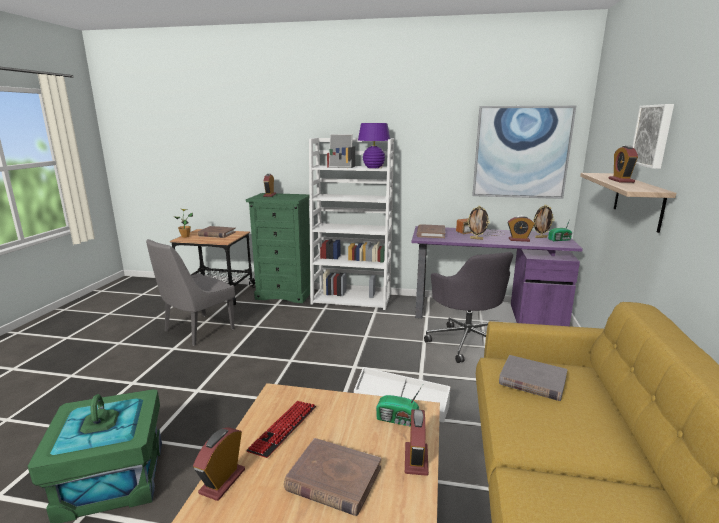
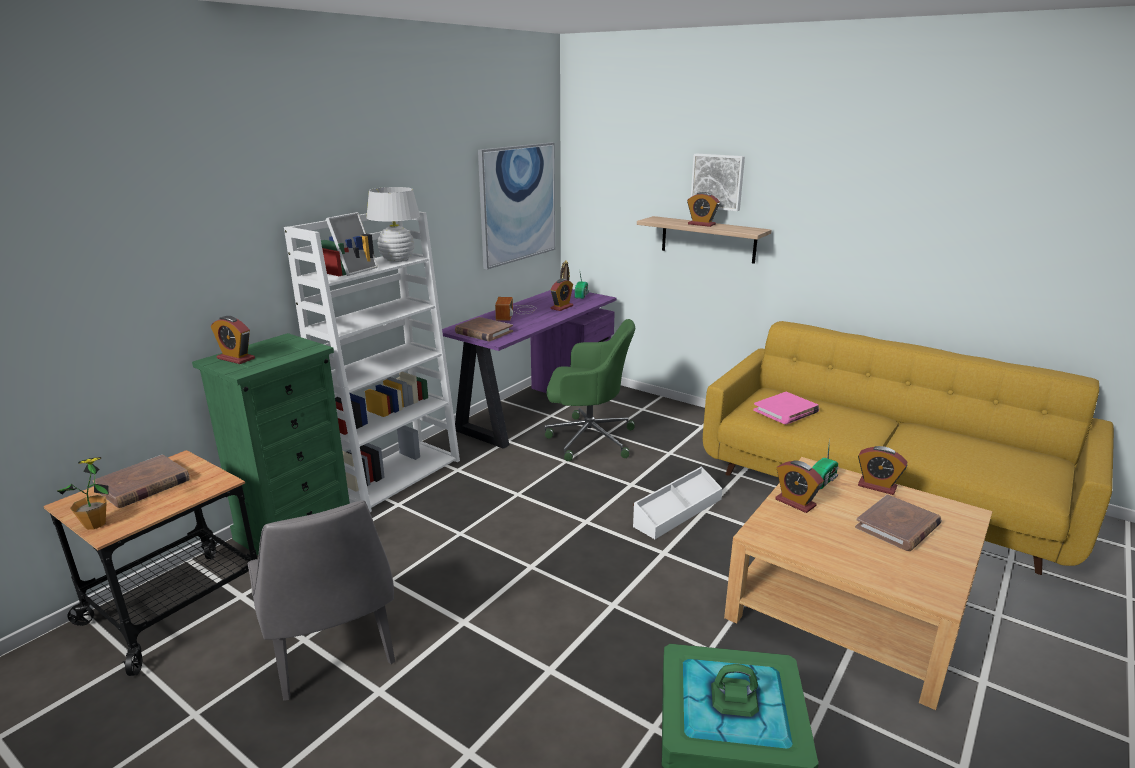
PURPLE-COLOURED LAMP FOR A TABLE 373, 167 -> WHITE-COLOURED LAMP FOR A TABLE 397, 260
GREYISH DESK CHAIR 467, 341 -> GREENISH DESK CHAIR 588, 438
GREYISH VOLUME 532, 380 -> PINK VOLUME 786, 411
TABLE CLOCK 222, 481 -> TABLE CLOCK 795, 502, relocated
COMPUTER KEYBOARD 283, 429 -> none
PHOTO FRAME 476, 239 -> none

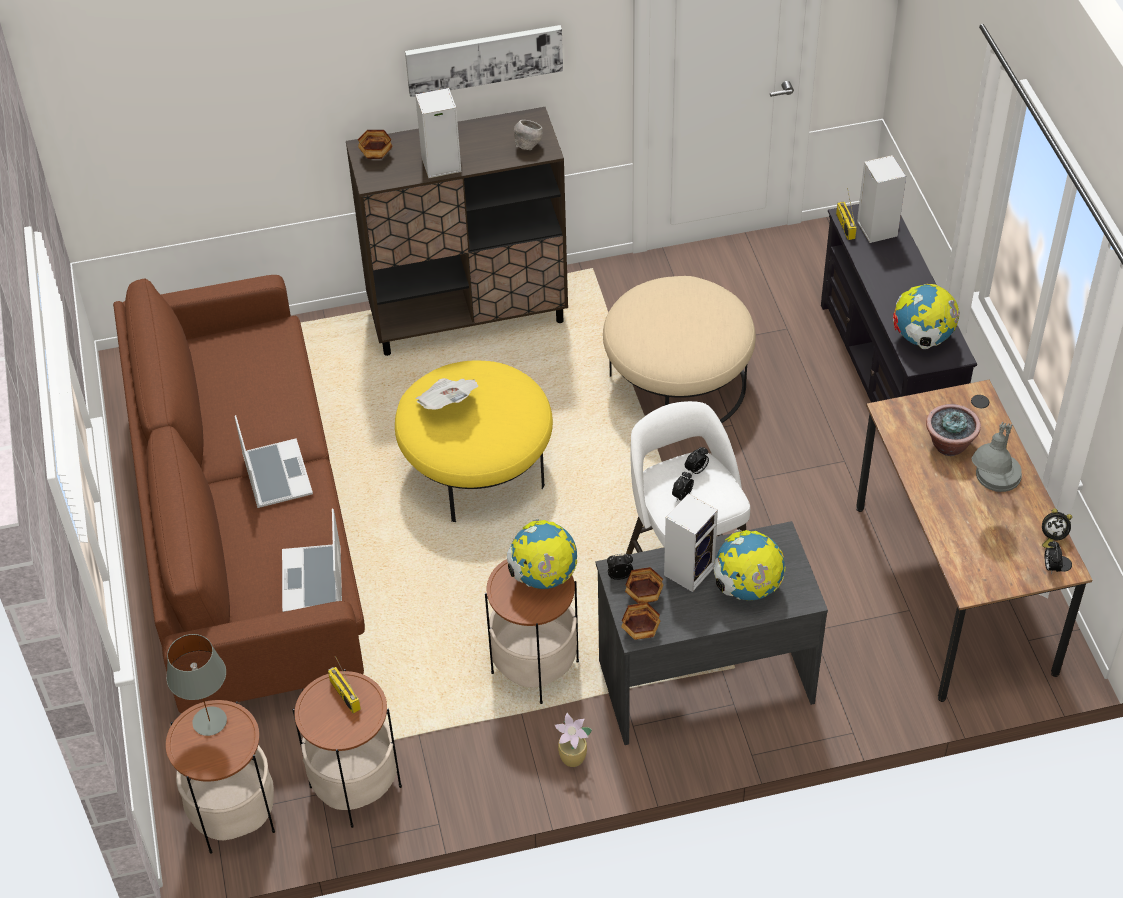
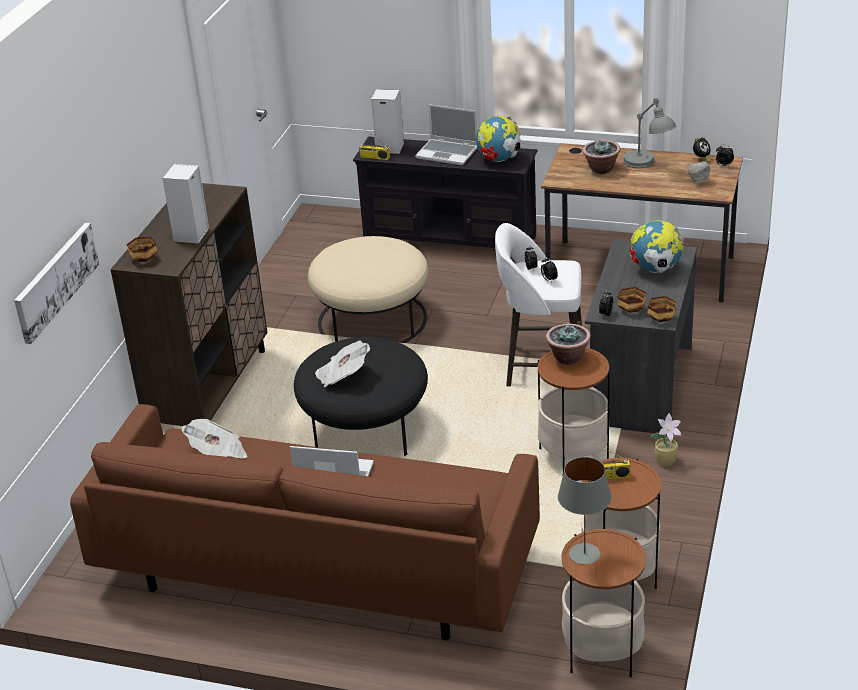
WALL ART 484, 58 -> WALL ART 55, 281, relocated
none -> NEWSPAPER 218, 453
YELLOW-COLOURED FOOTREST 477, 469 -> BLACKISH FOOTREST 365, 430
PORTABLE COMPUTER 314, 581 -> PORTABLE COMPUTER 448, 153, relocated
GLOBE 543, 576 -> POTTED PLANT 568, 358
GREYISH SERVING BOWL 528, 146 -> GREYISH SERVING BOWL 698, 182, relocated
SPEAKER 689, 569 -> none

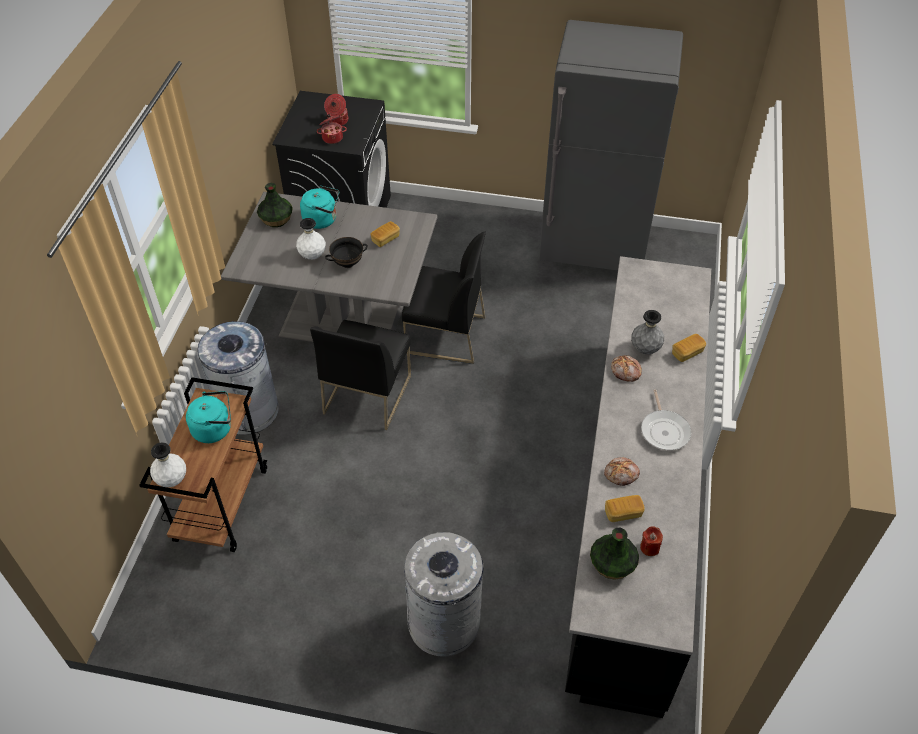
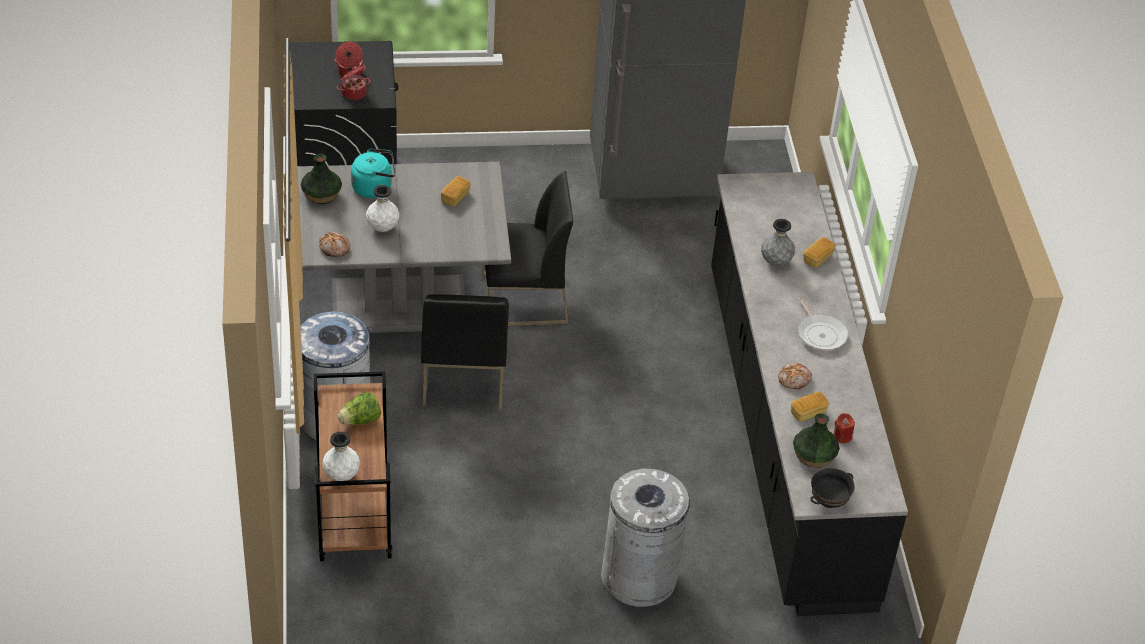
BREAD 625, 372 -> BREAD 334, 248, relocated
TURQUOISE WATER KETTLE 214, 429 -> LETTUCE 360, 420
BLACKISH SERVING BOWL 347, 263 -> BLACKISH SERVING BOWL 828, 501, relocated

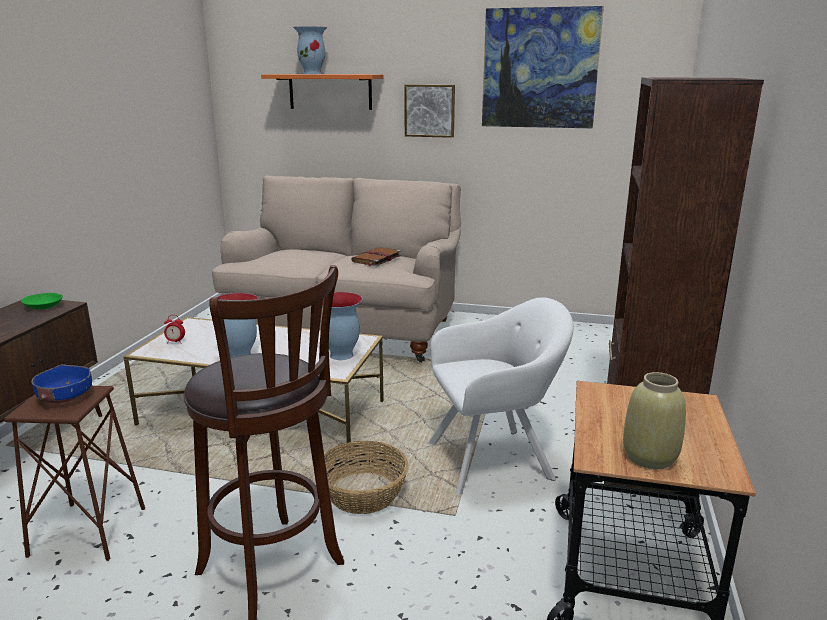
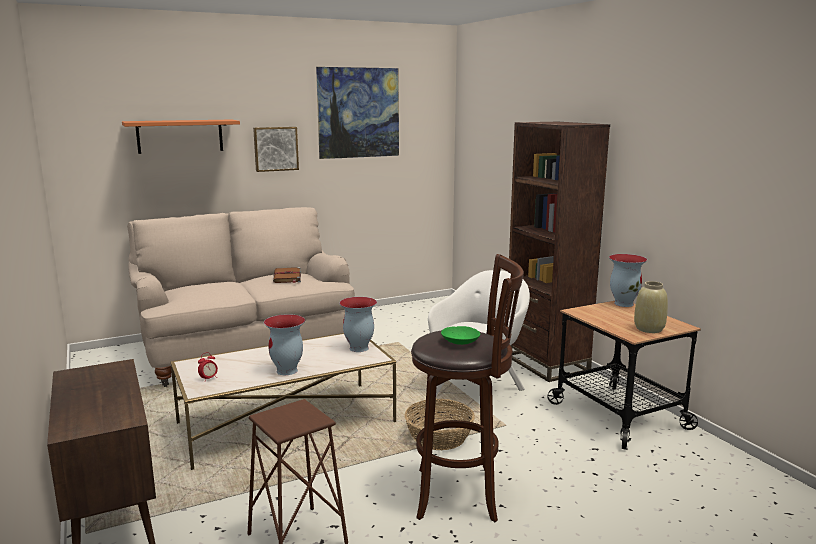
GREENISH SERVING BOWL 44, 307 -> GREENISH SERVING BOWL 460, 341, relocated
DECORATIVE VASE 313, 74 -> DECORATIVE VASE 623, 303, relocated
BLUE SERVING BOWL 65, 398 -> none

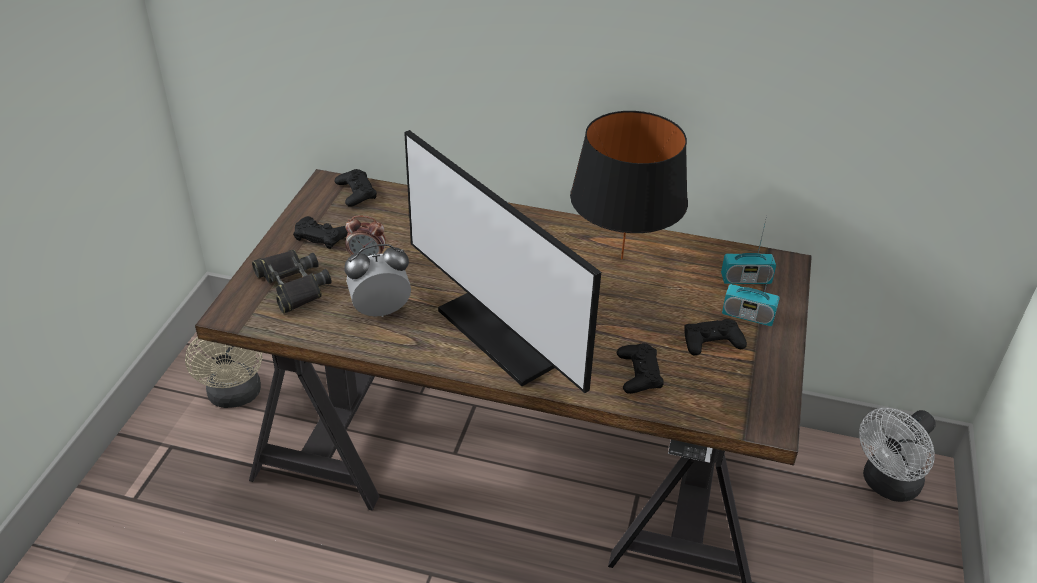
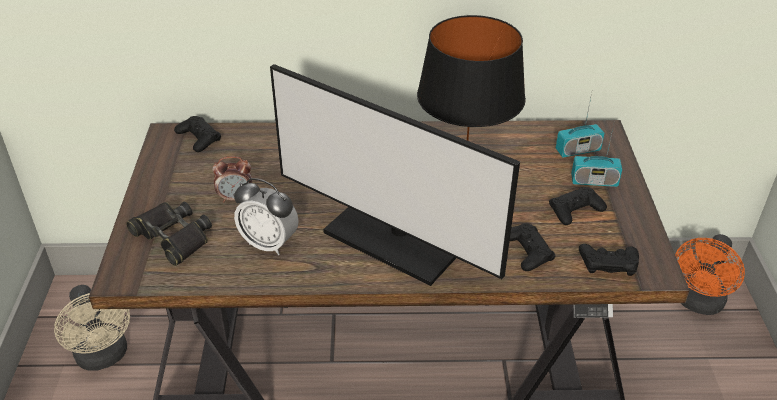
TABLE CLOCK 381, 310 -> TABLE CLOCK 269, 243, 120 degrees counterclockwise
BLACKISH GAMEPAD 321, 236 -> BLACKISH GAMEPAD 608, 263, relocated
WHITE-COLOURED COOLING FAN 886, 485 -> ORANGE-COLOURED COOLING FAN 697, 303

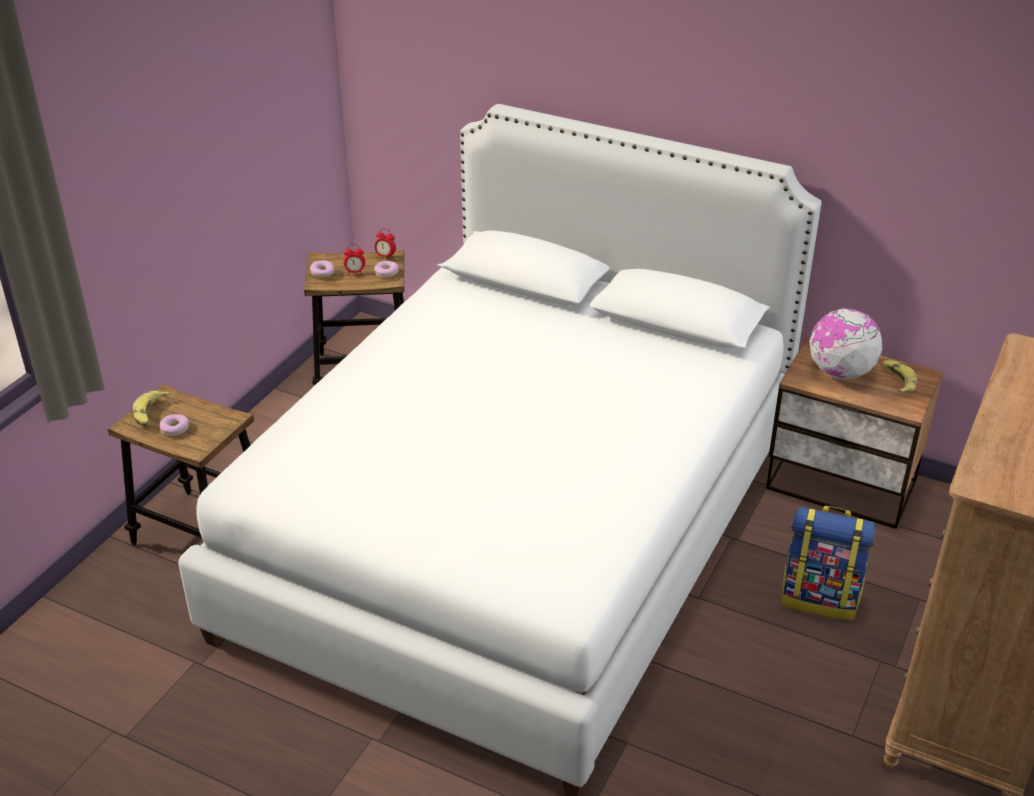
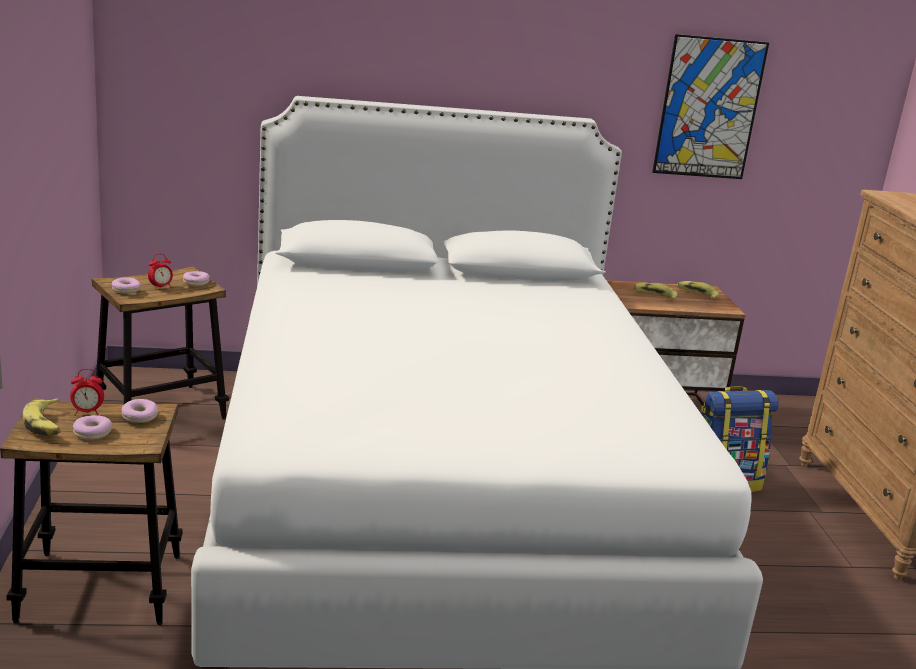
TABLE CLOCK 385, 257 -> TABLE CLOCK 87, 413, relocated
none -> RING DOUGHNUT 139, 416
GLOBE 840, 372 -> WHOLE BANANA 654, 296
none -> WALL ART 709, 108

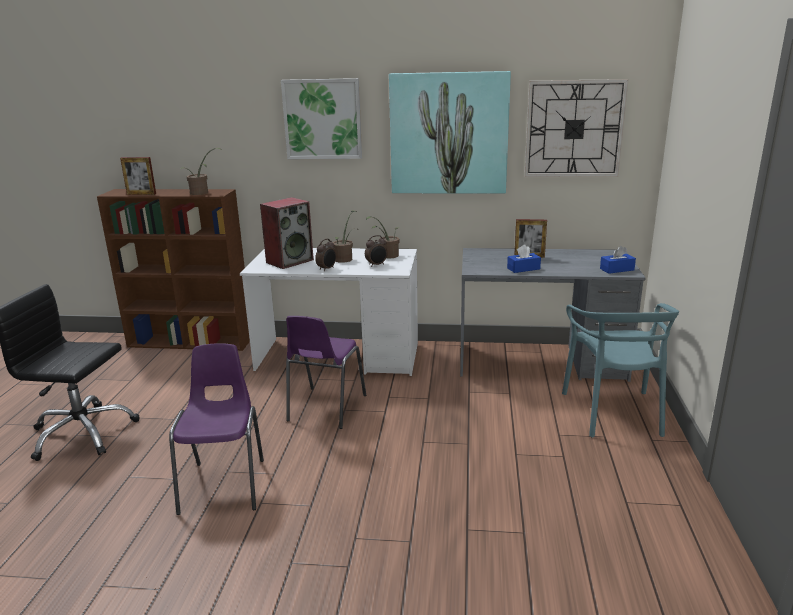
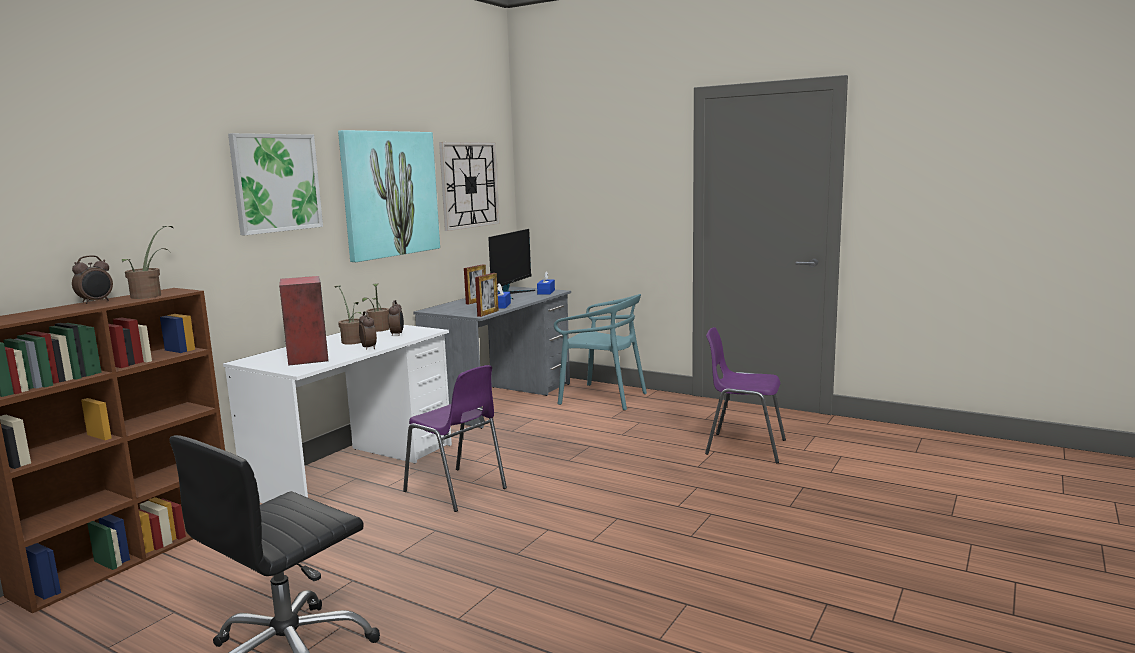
none -> TABLE CLOCK 96, 302
PHOTO FRAME 141, 194 -> PHOTO FRAME 488, 313, relocated
none -> COMPUTER SCREEN 510, 294
PURPLE-COLOURED CHAIR 225, 484 -> PURPLE-COLOURED CHAIR 743, 447, relocated

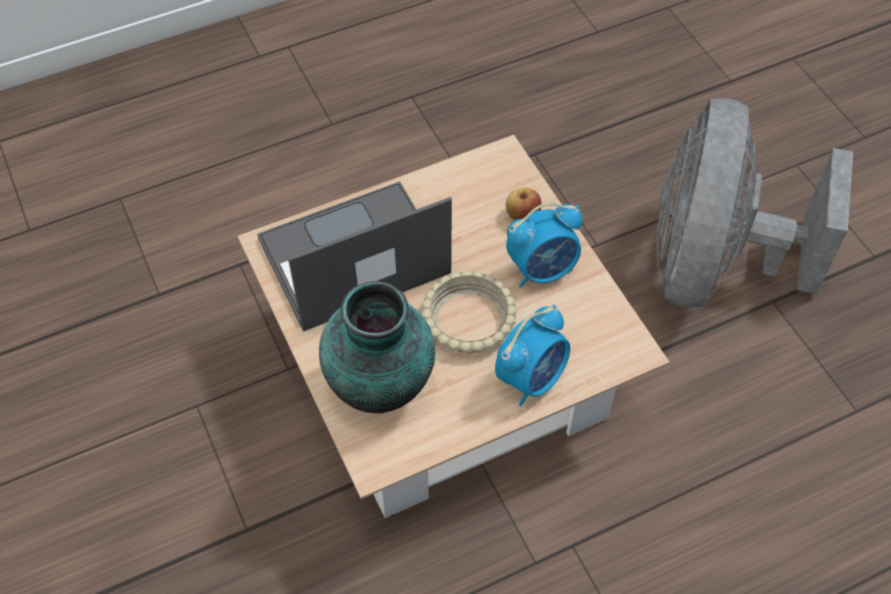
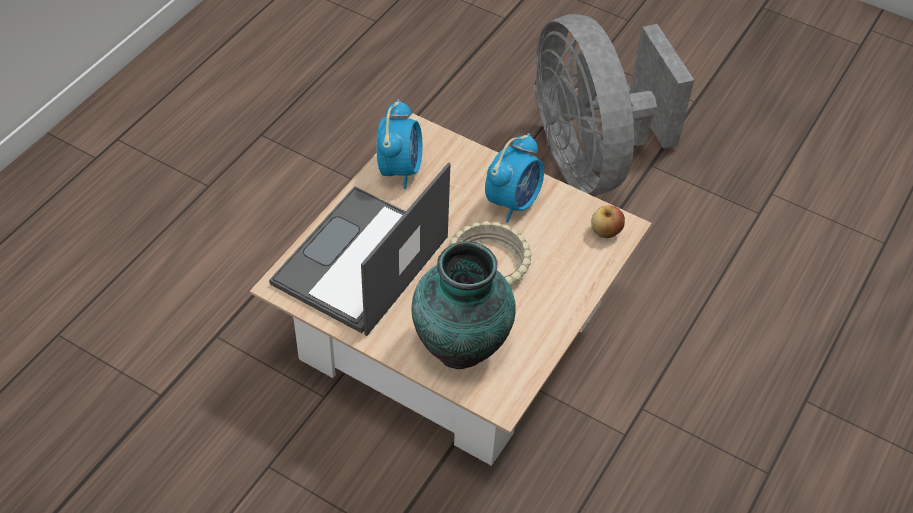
TABLE CLOCK 531, 378 -> TABLE CLOCK 400, 169, relocated
APPLE FRUIT 522, 215 -> APPLE FRUIT 605, 231, relocated

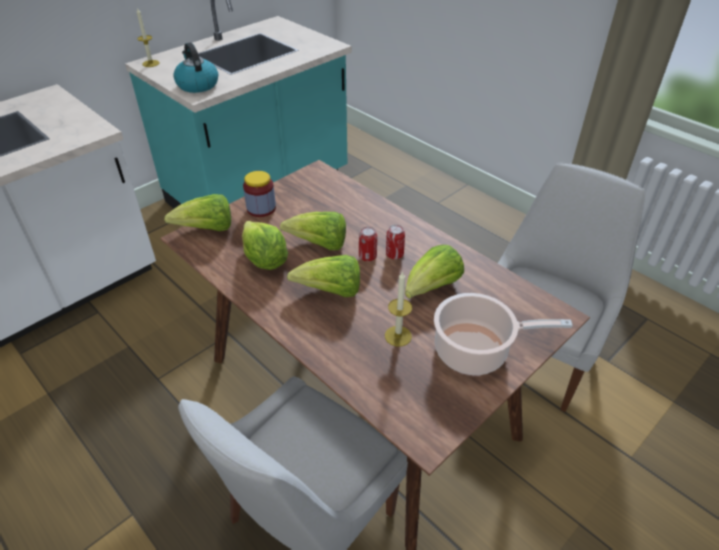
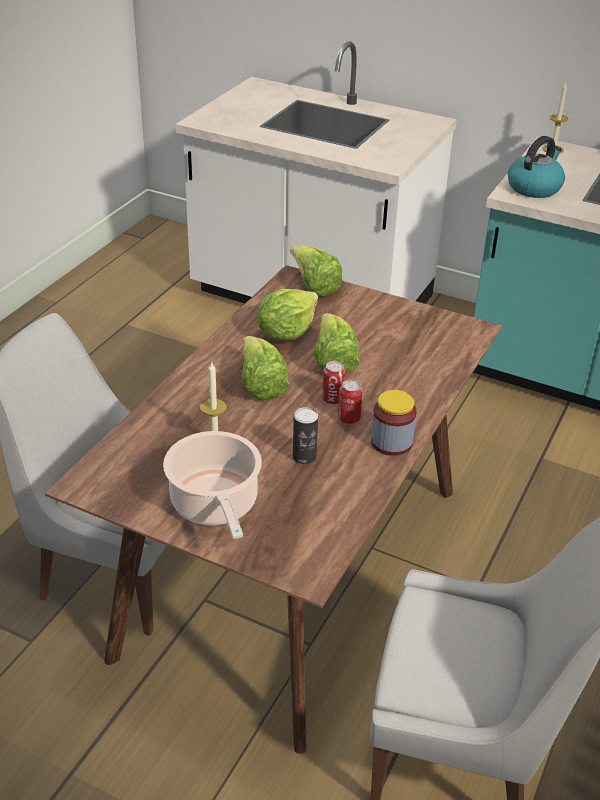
LETTUCE 432, 288 -> METAL CAN 304, 457
STORAGE JAR 261, 208 -> STORAGE JAR 391, 442, relocated

